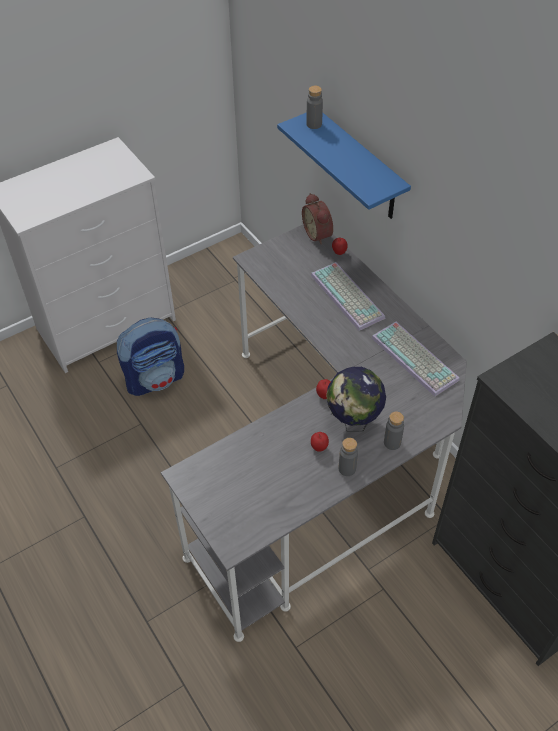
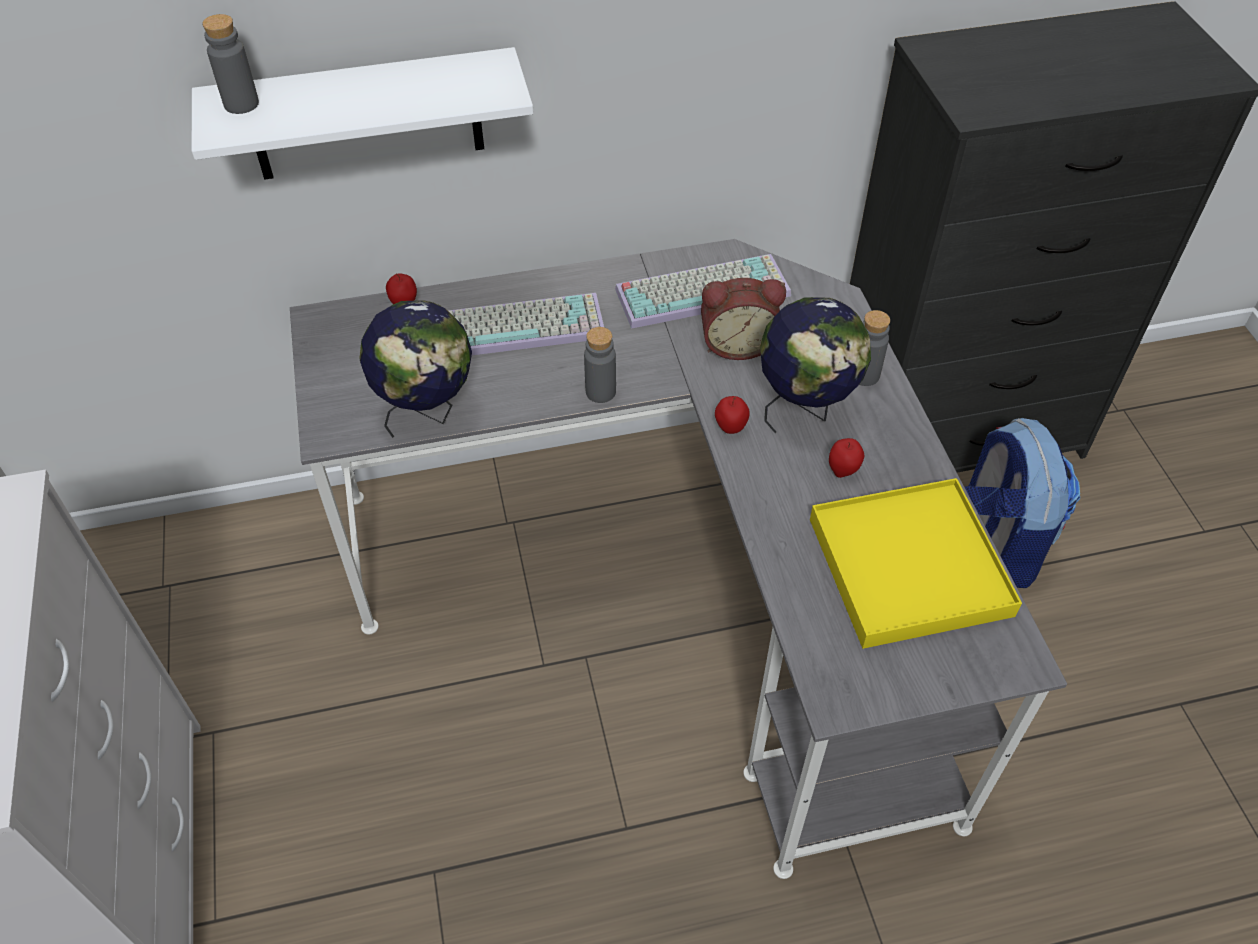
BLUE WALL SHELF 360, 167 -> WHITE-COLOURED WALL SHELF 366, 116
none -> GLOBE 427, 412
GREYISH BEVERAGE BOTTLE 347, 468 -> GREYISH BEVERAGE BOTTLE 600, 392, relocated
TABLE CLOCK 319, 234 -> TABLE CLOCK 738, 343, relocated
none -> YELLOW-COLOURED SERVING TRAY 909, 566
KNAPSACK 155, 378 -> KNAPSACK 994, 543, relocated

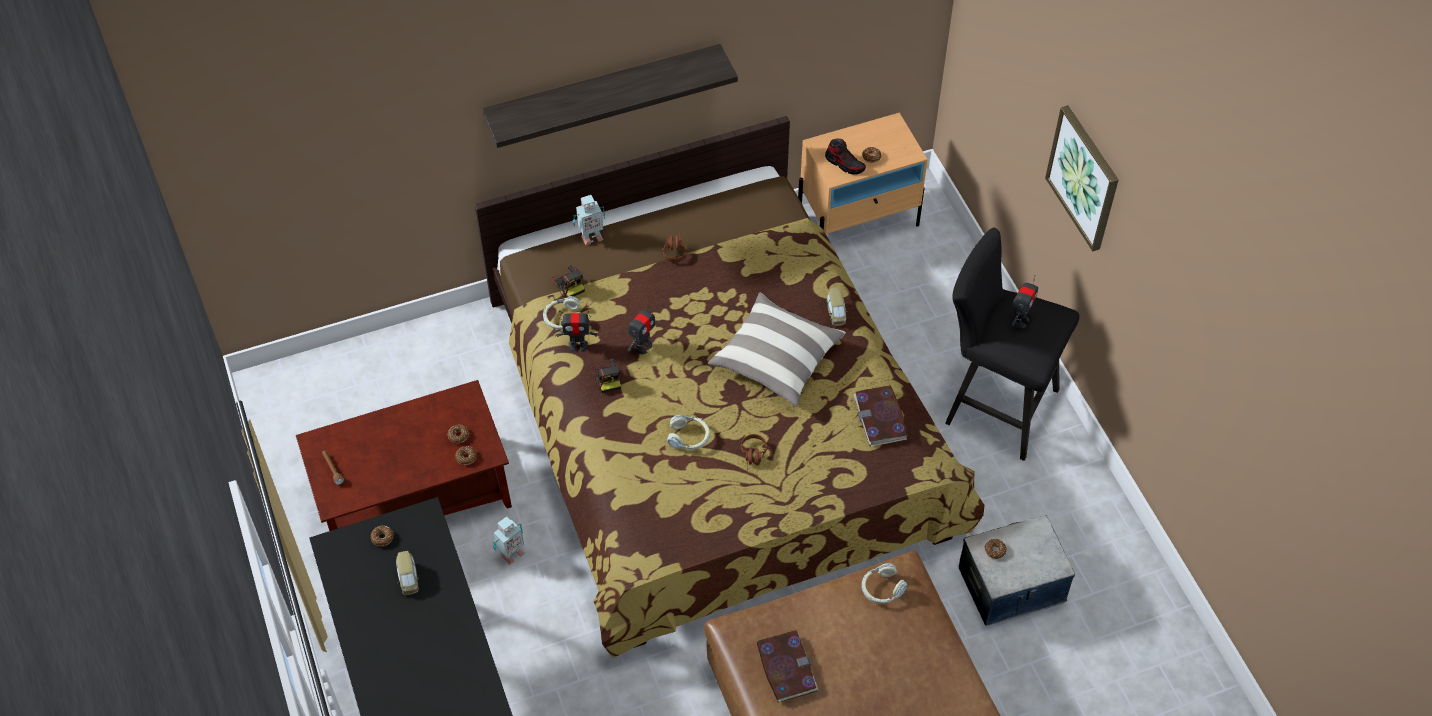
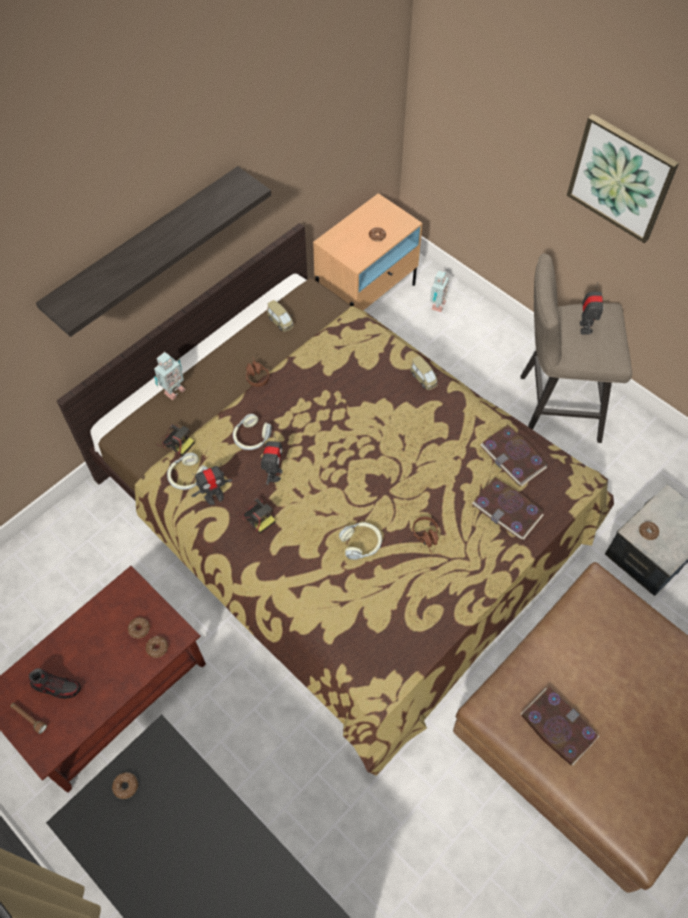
LOW SHOE 845, 164 -> LOW SHOE 56, 686, relocated
HEADSET 882, 589 -> HEADSET 251, 437, relocated
MODEL CAR 408, 579 -> MODEL CAR 280, 321, relocated
MODEL ROBOT 511, 554 -> MODEL ROBOT 436, 305, relocated
none -> VOLUME 507, 510
BLACKISH STOOL SEAT 993, 405 -> BEIGE-COLOURED STOOL SEAT 552, 406
CUSHION 776, 359 -> none

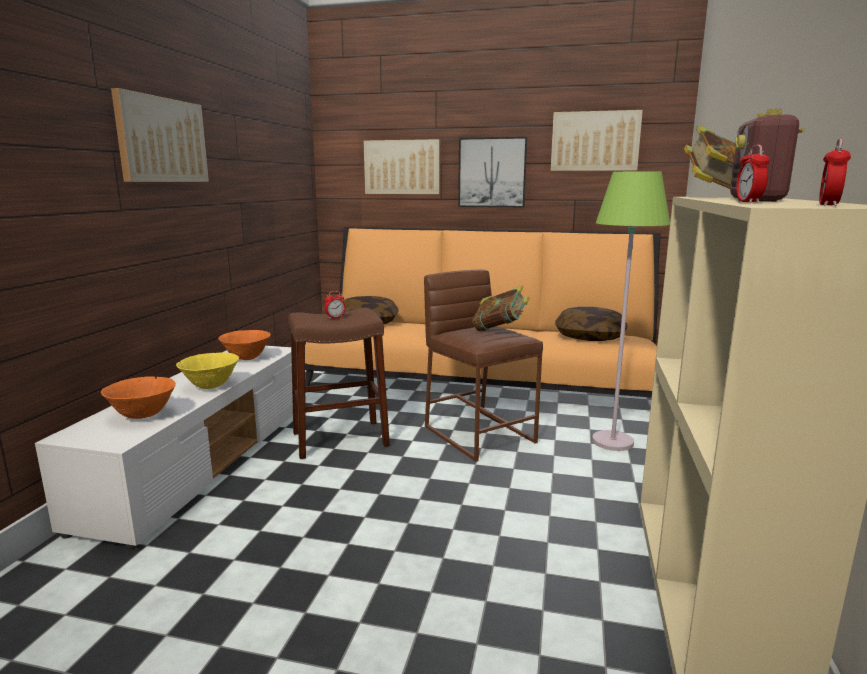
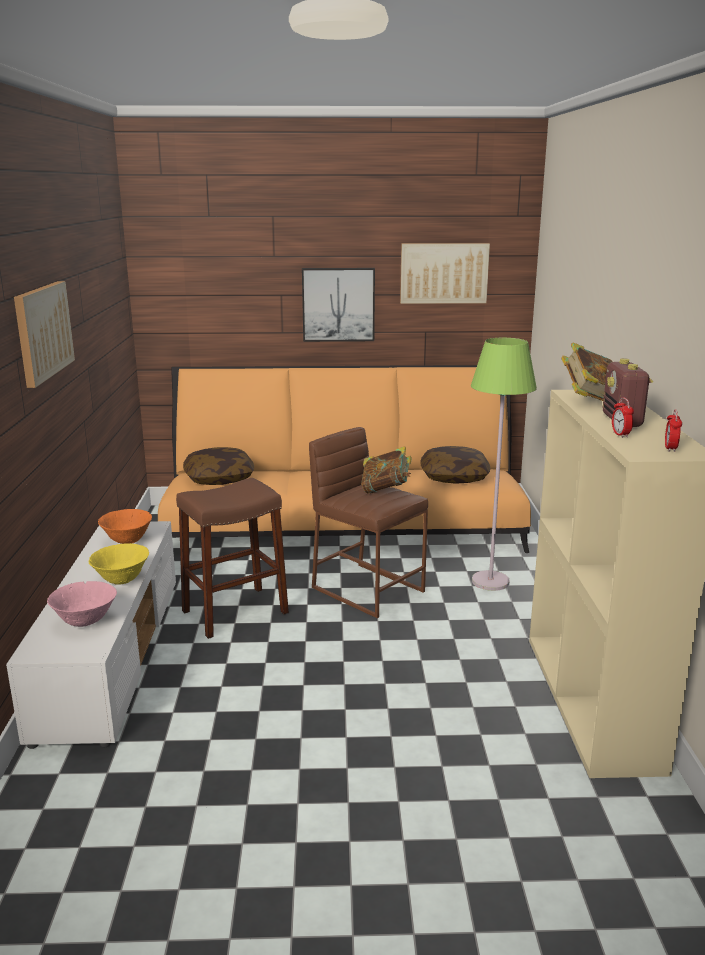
ORANGE-COLOURED SERVING BOWL 142, 416 -> PINK SERVING BOWL 85, 622
TABLE CLOCK 335, 318 -> none
WALL ART 402, 167 -> none

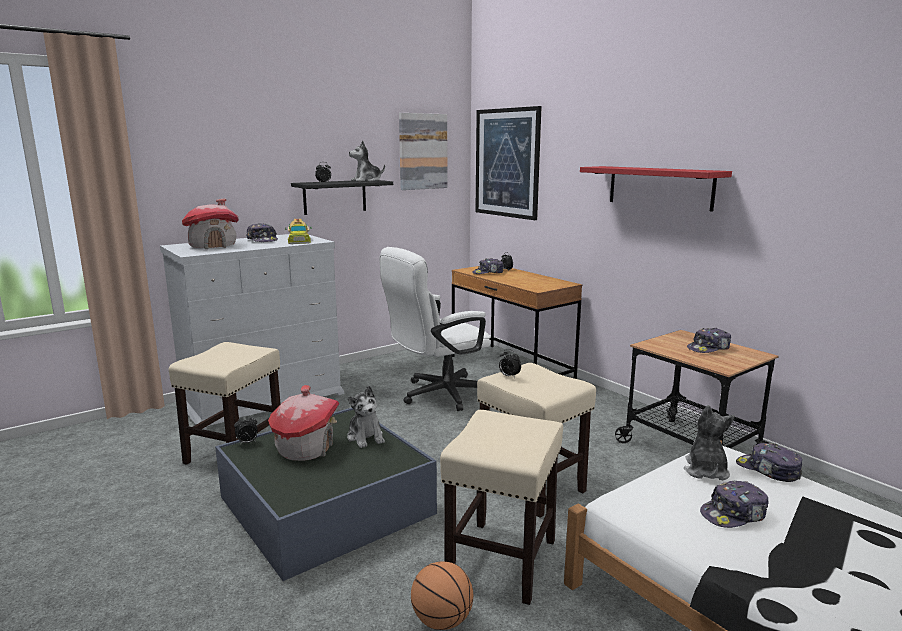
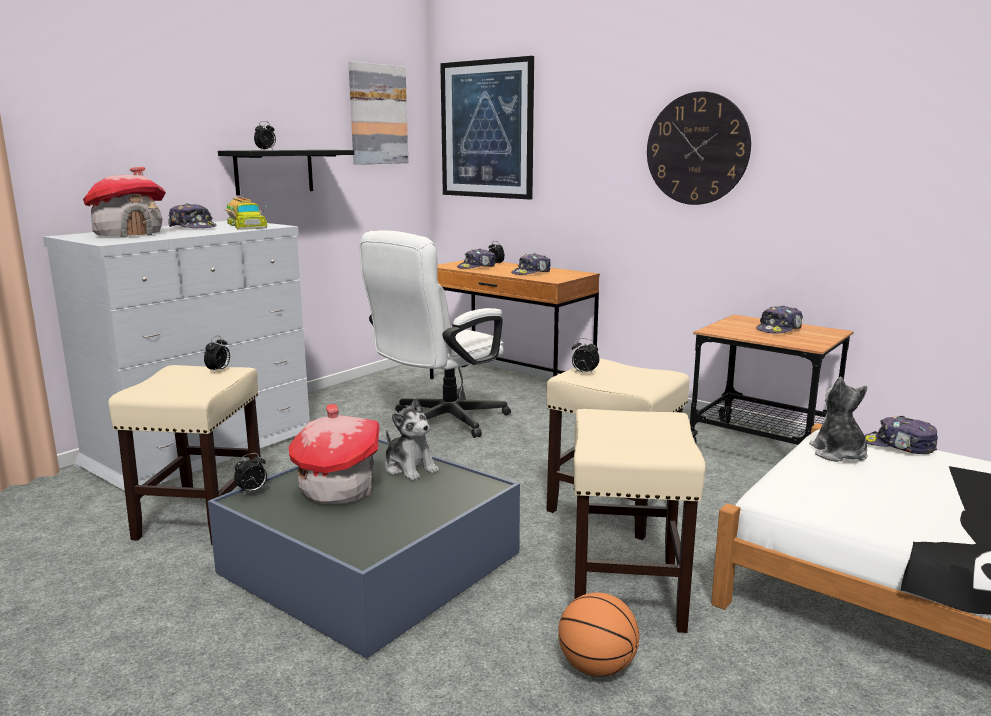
none -> TABLE CLOCK 218, 370
PEAKED CAP 734, 514 -> PEAKED CAP 531, 273, relocated
REDDISH WALL SHELF 659, 187 -> HANGING CLOCK 697, 149
CUDDLY TOY 367, 180 -> none

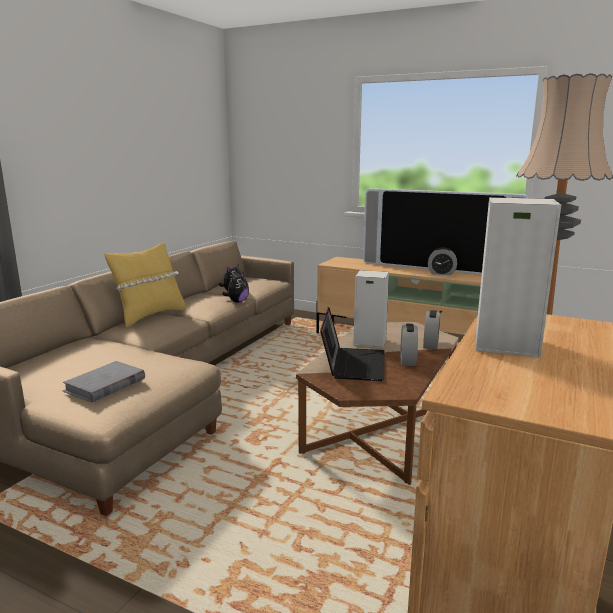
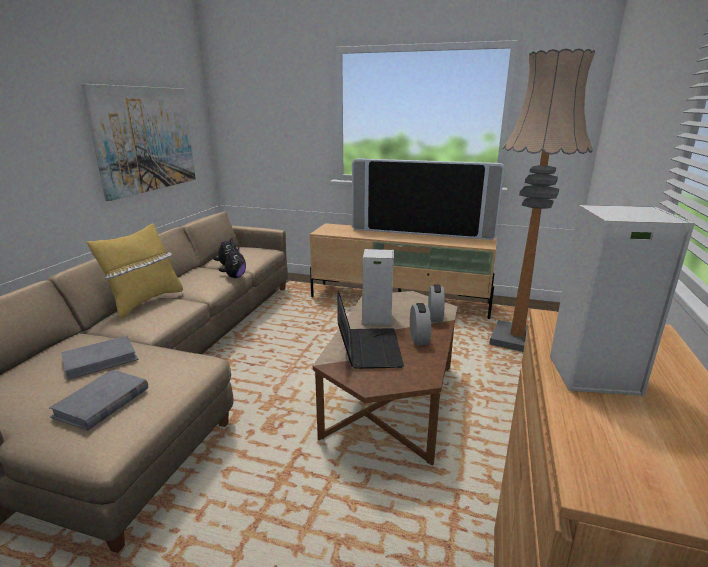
none -> GREYISH VOLUME 101, 360
none -> WALL ART 145, 139
TABLE CLOCK 441, 273 -> none

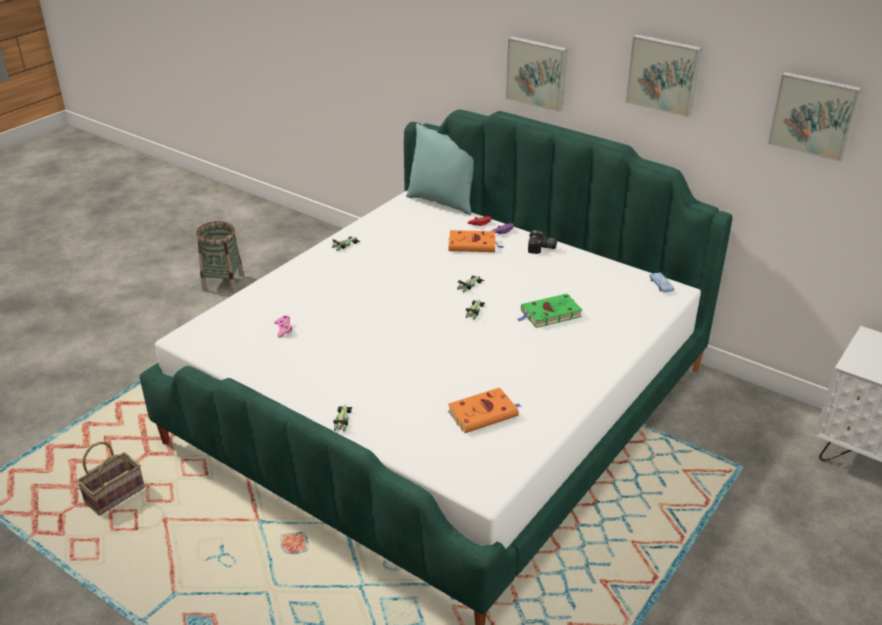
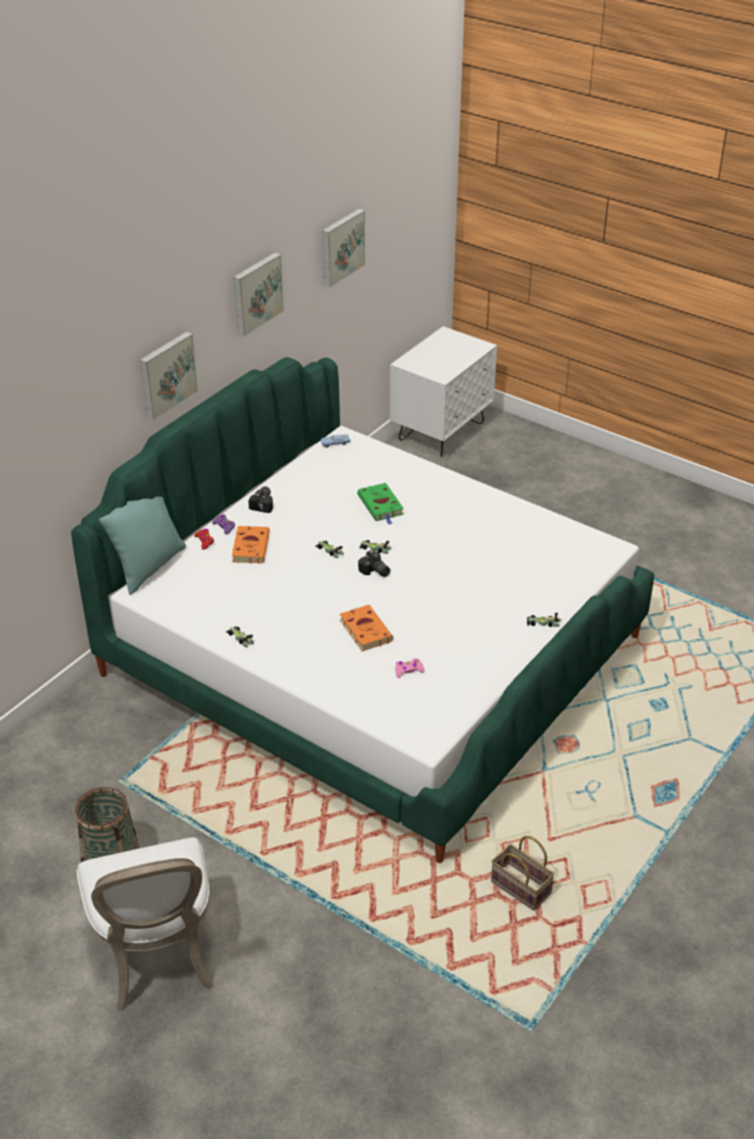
none -> WHITE-COLOURED CHAIR 157, 957
ORANGE-COLOURED VOLUME 484, 413 -> ORANGE-COLOURED VOLUME 364, 630, relocated
none -> PHOTO CAMERA 374, 572

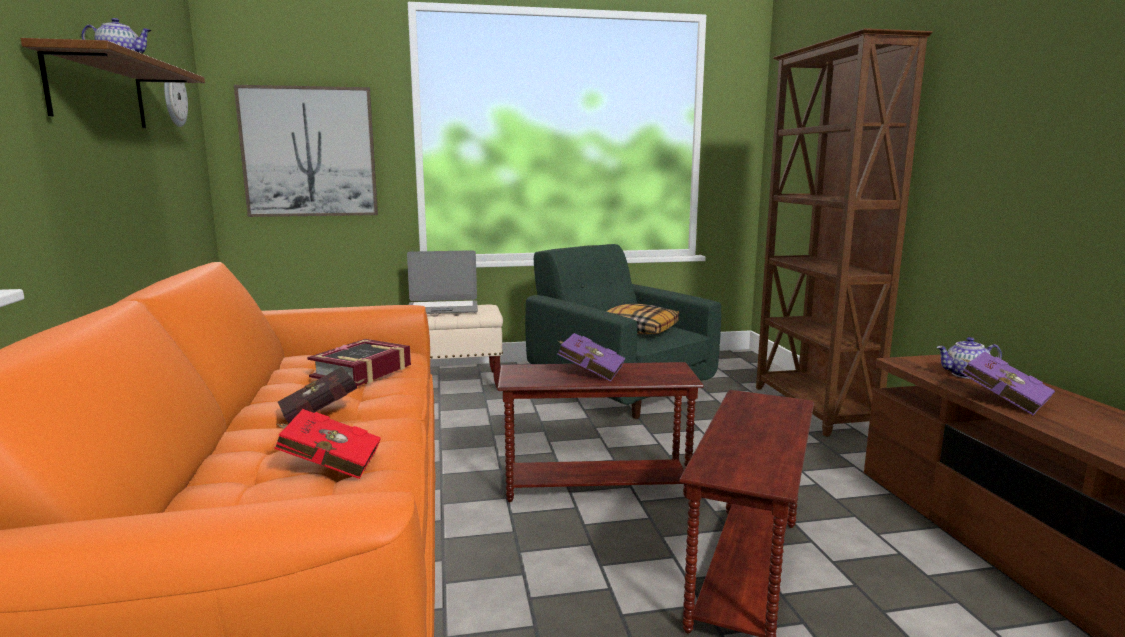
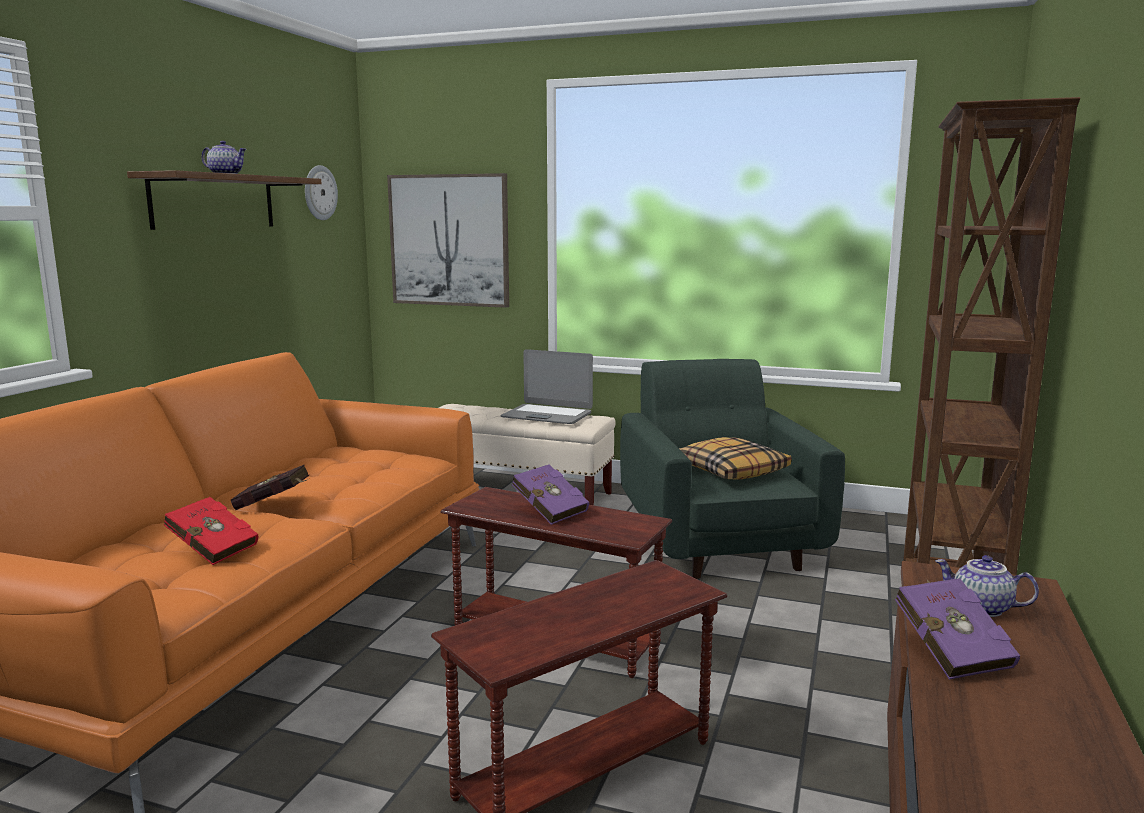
VOLUME 362, 371 -> none

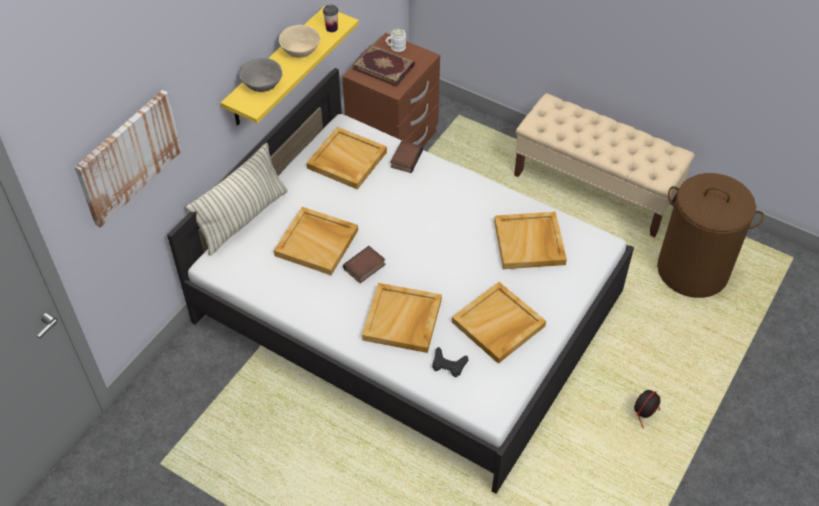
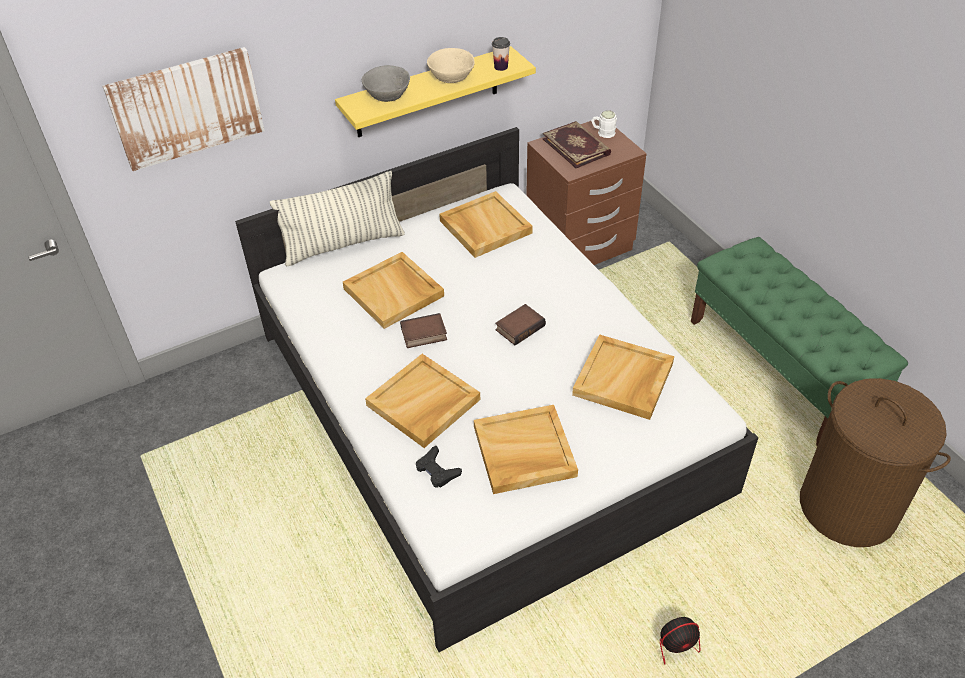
VOLUME 405, 159 -> VOLUME 519, 327, relocated
BEIGE-COLOURED LONG SEAT 595, 188 -> GREENISH LONG SEAT 779, 369

